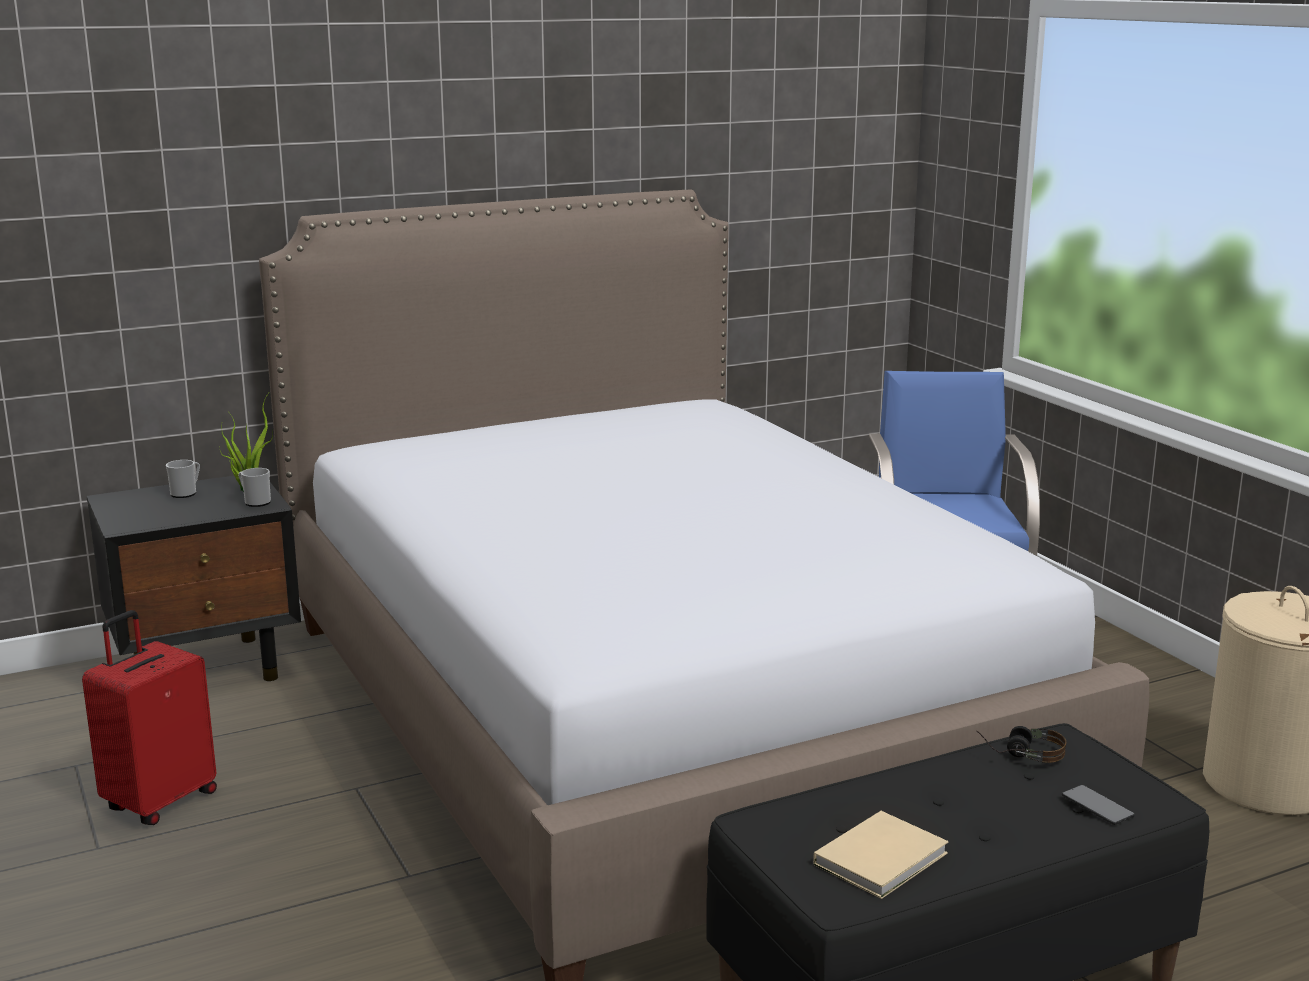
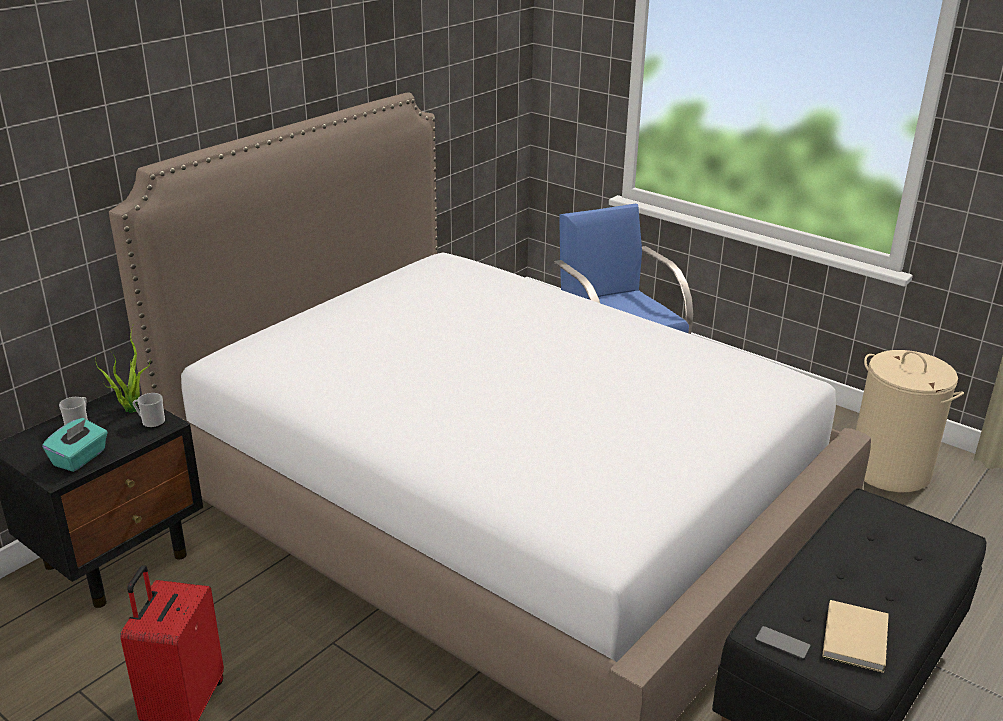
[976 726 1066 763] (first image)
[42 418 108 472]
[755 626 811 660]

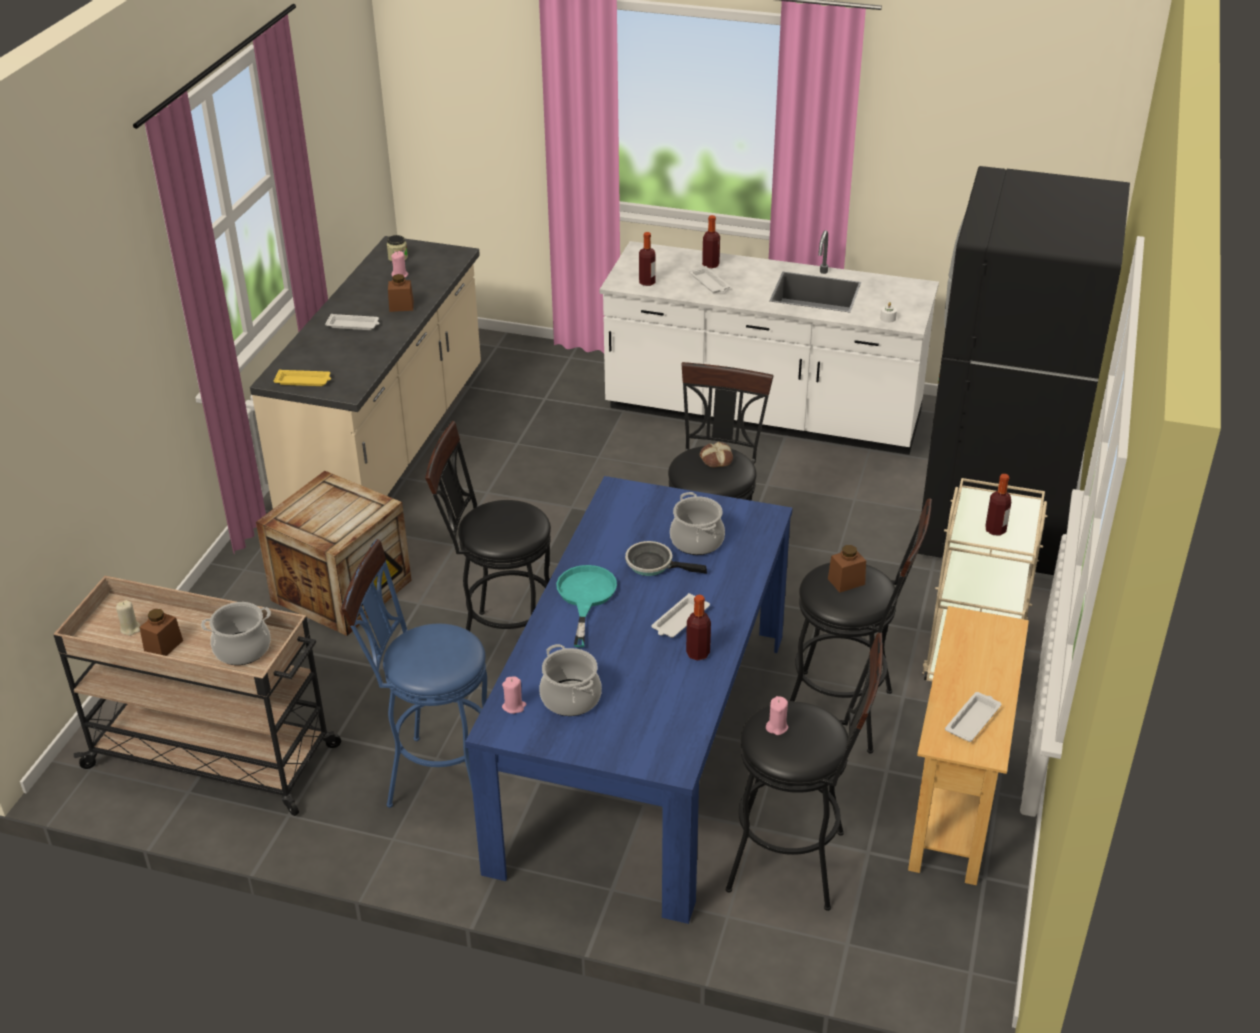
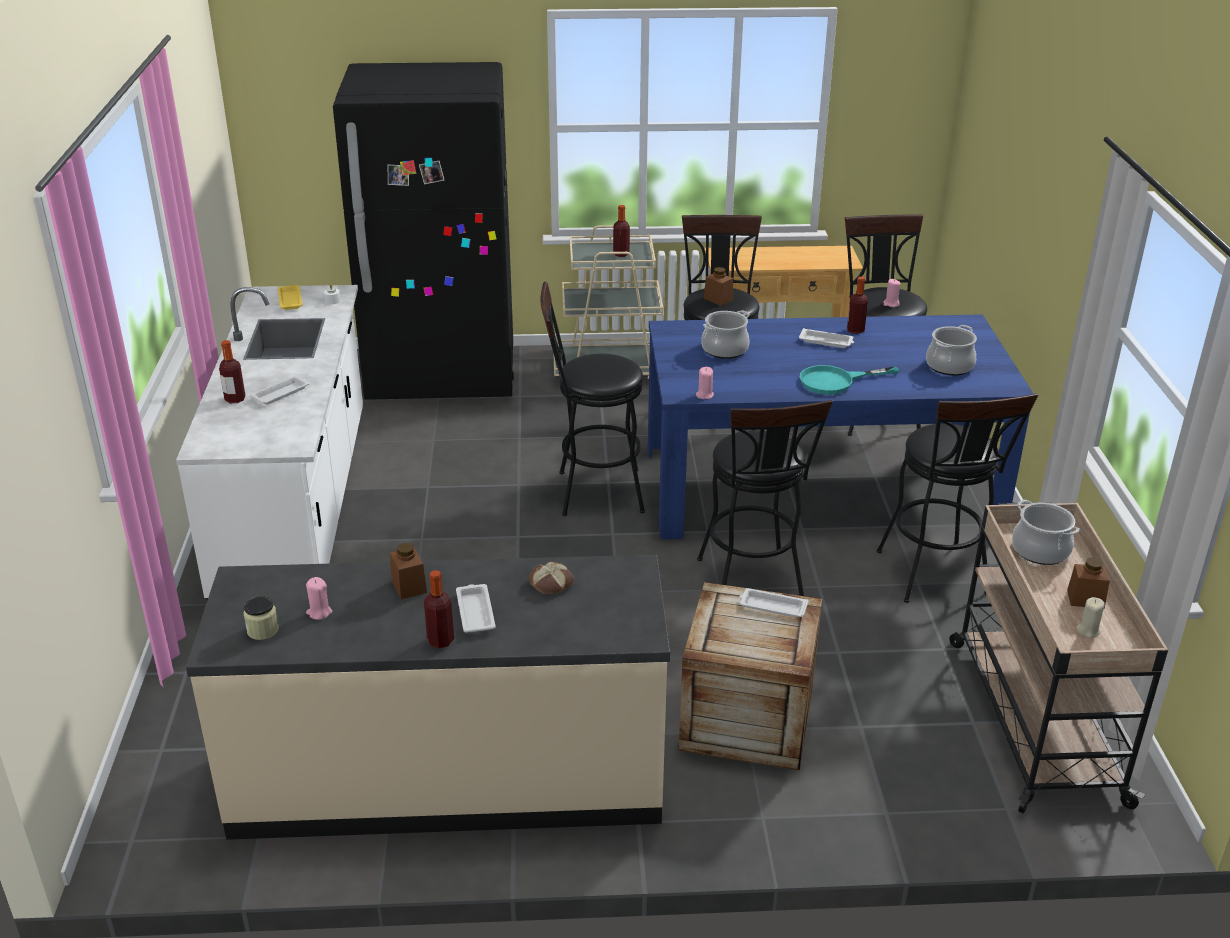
[625 541 707 576] (first image)
[278 285 302 310]
[696 367 714 399]
[424 570 454 648]
[529 562 574 594]
[739 588 808 617]
[877 393 1038 603]

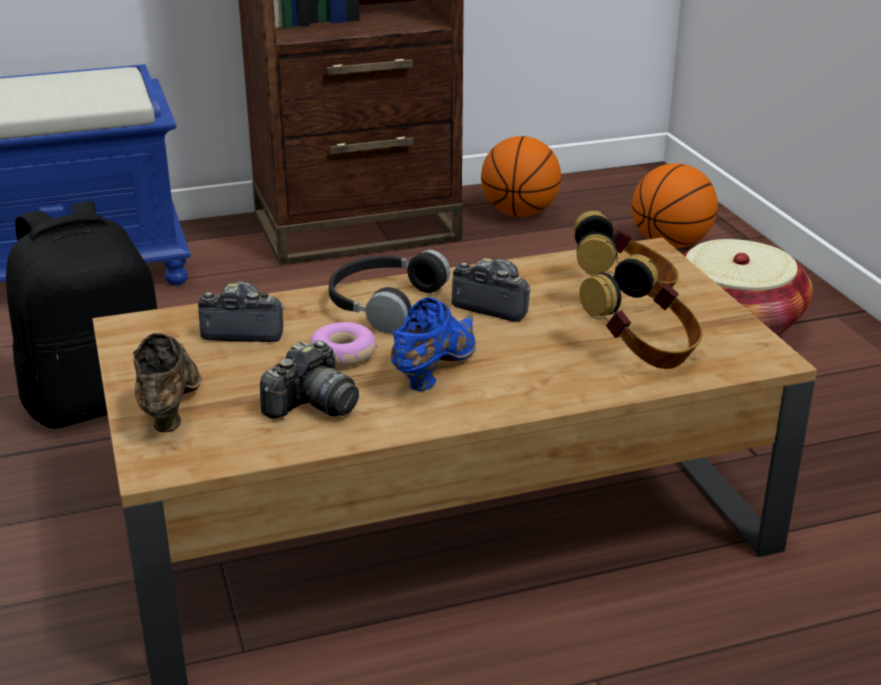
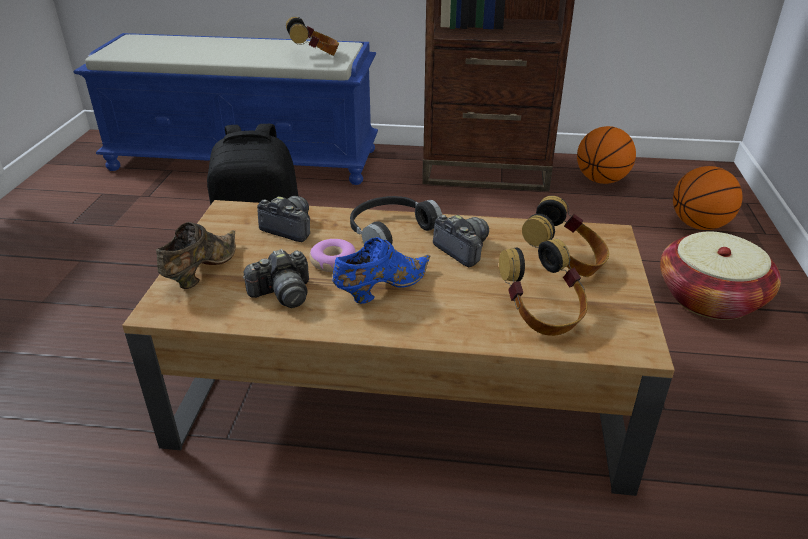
[286 17 339 56]

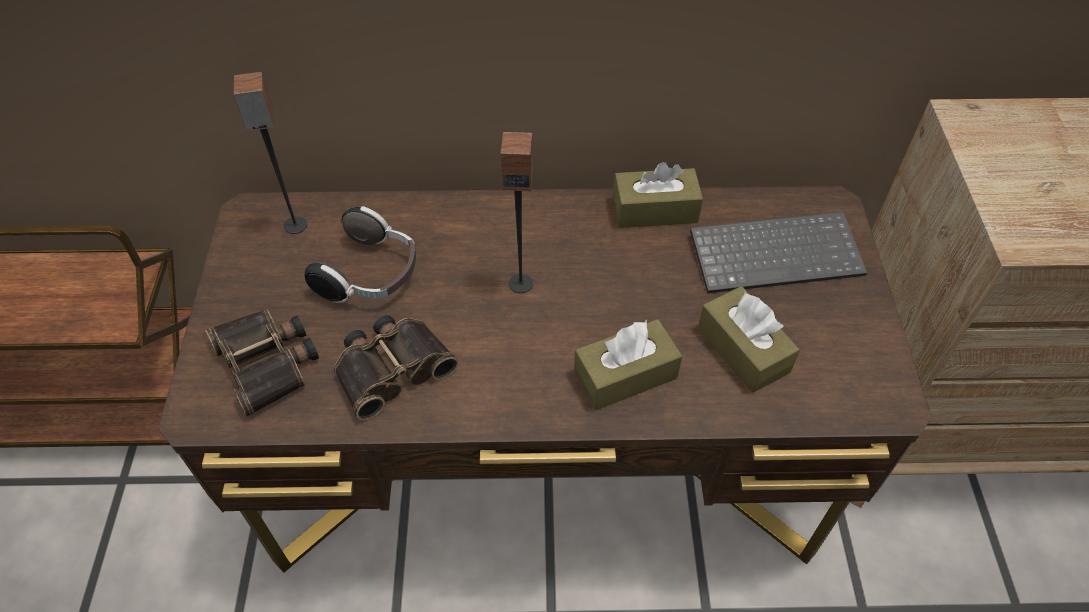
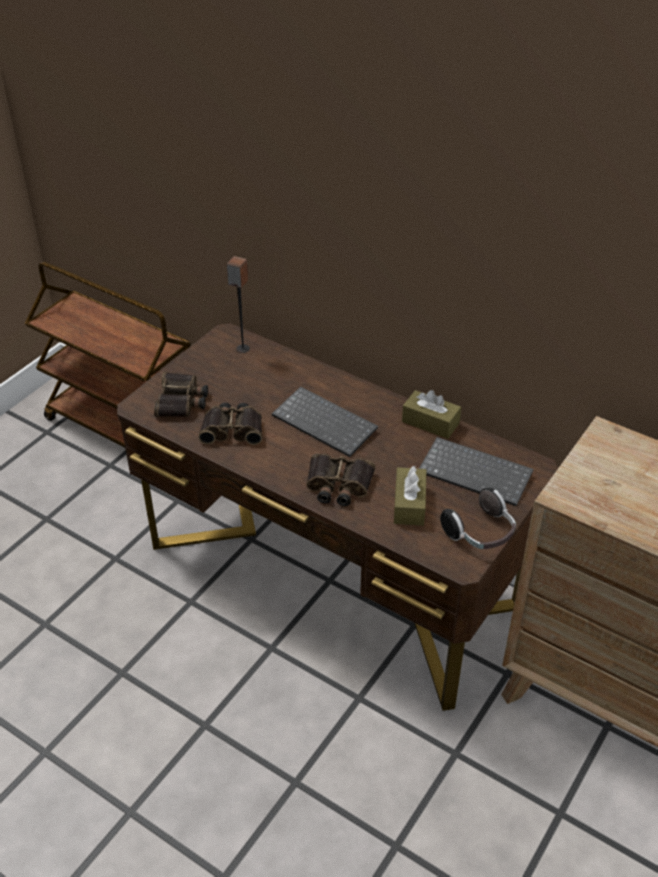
[440 487 516 549]
[272 387 378 457]
[307 453 375 506]

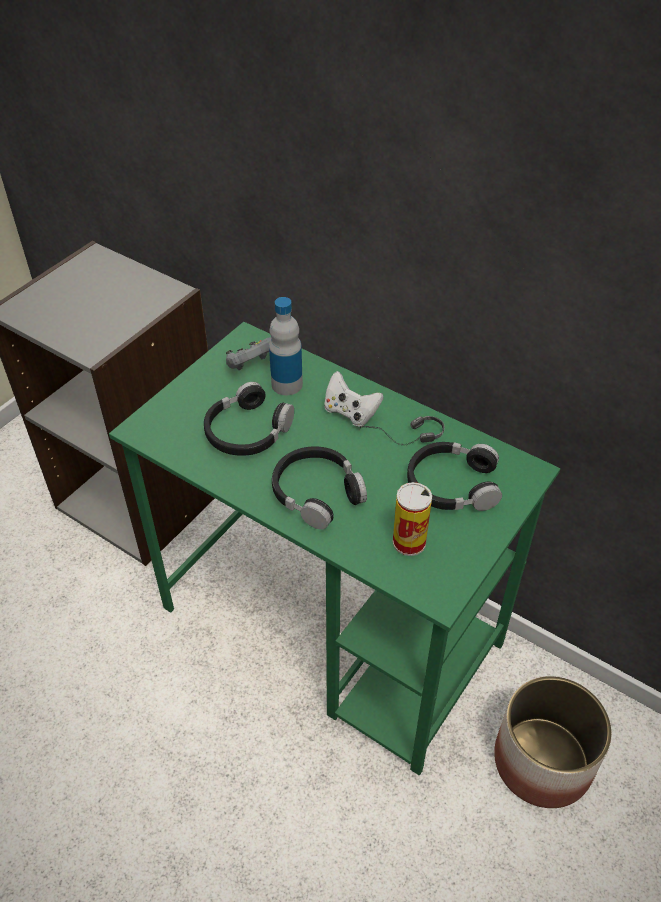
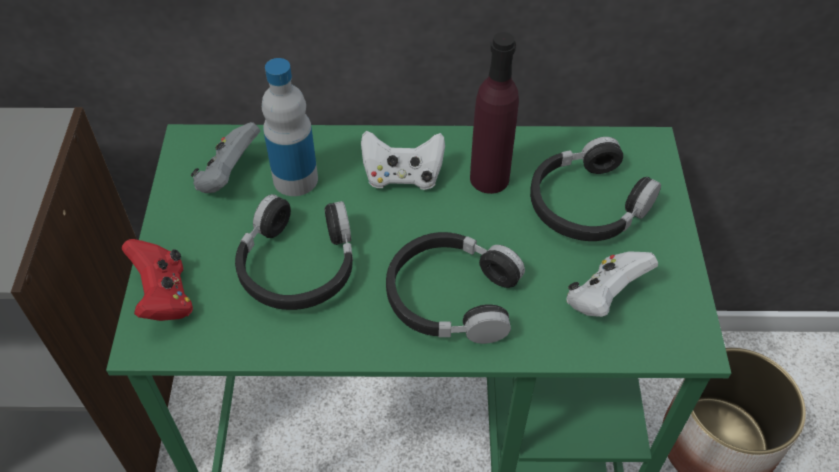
[122 239 193 321]
[470 32 519 194]
[566 251 658 317]

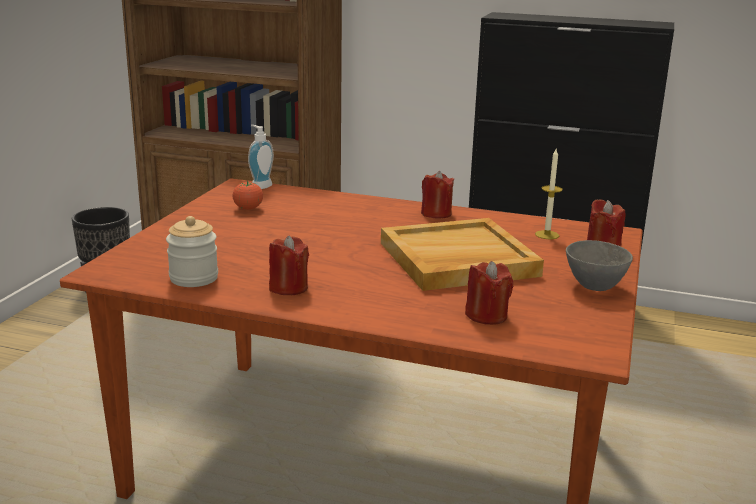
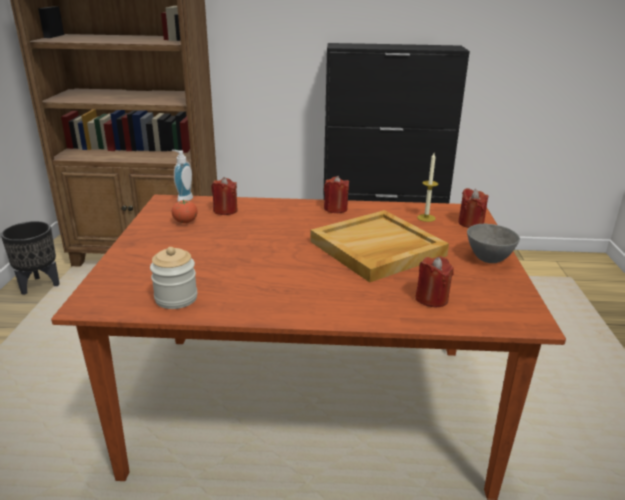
[211 177 238 215]

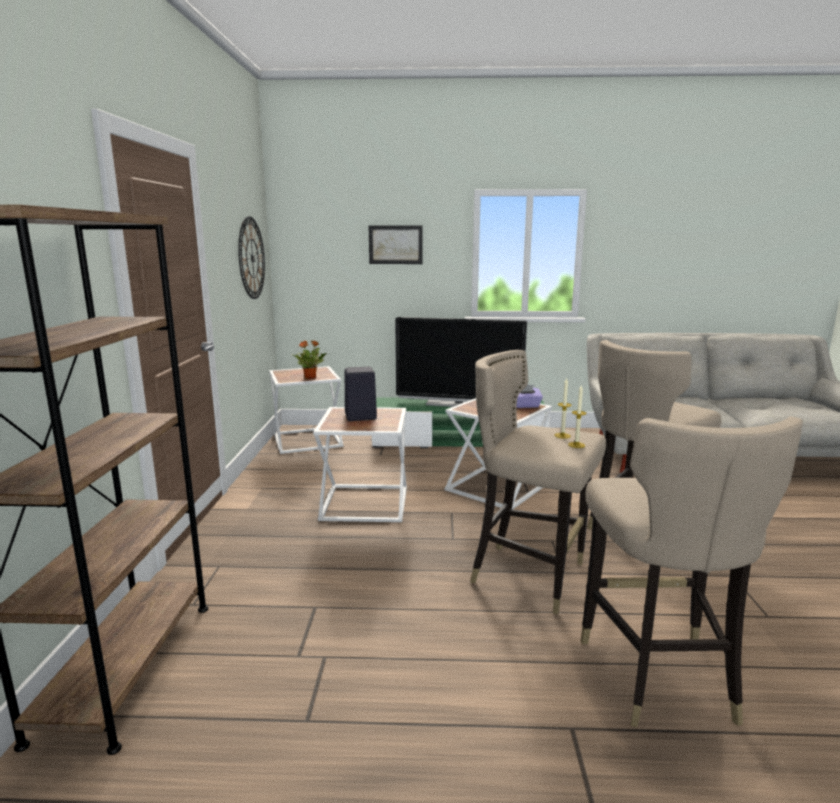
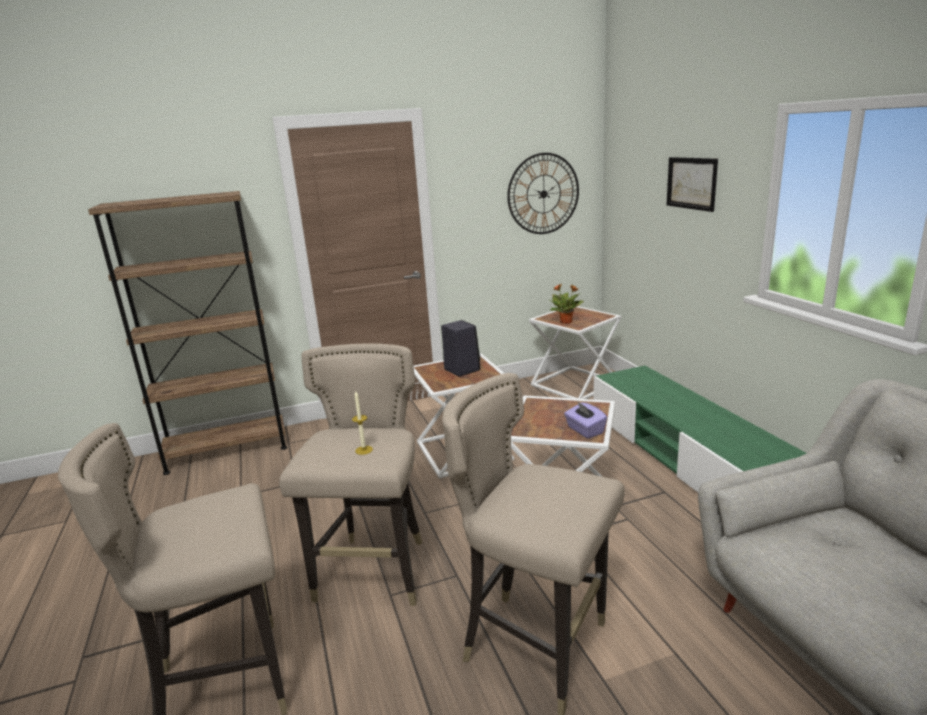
[395 317 527 407] (first image)
[568 385 587 448] (first image)

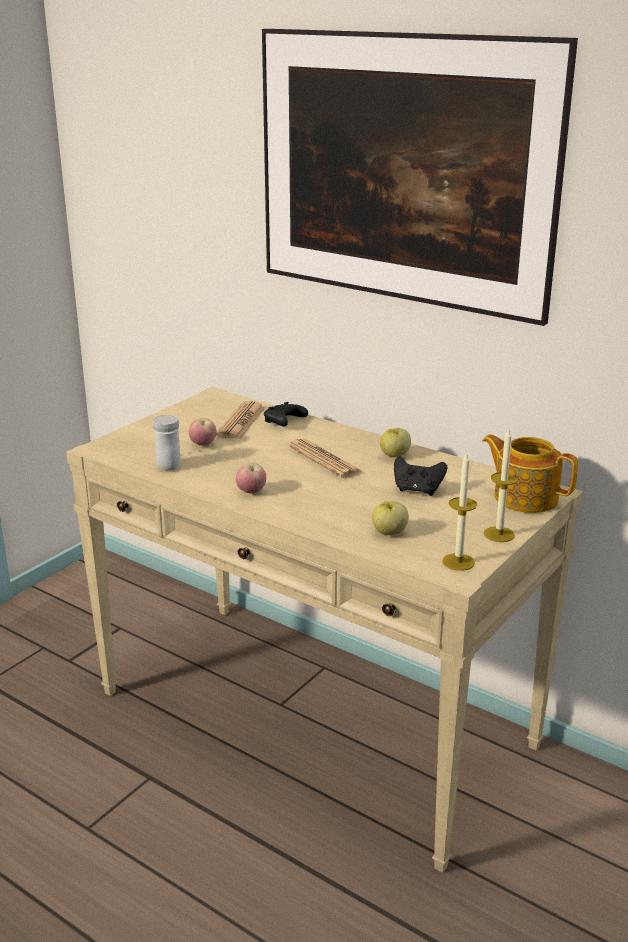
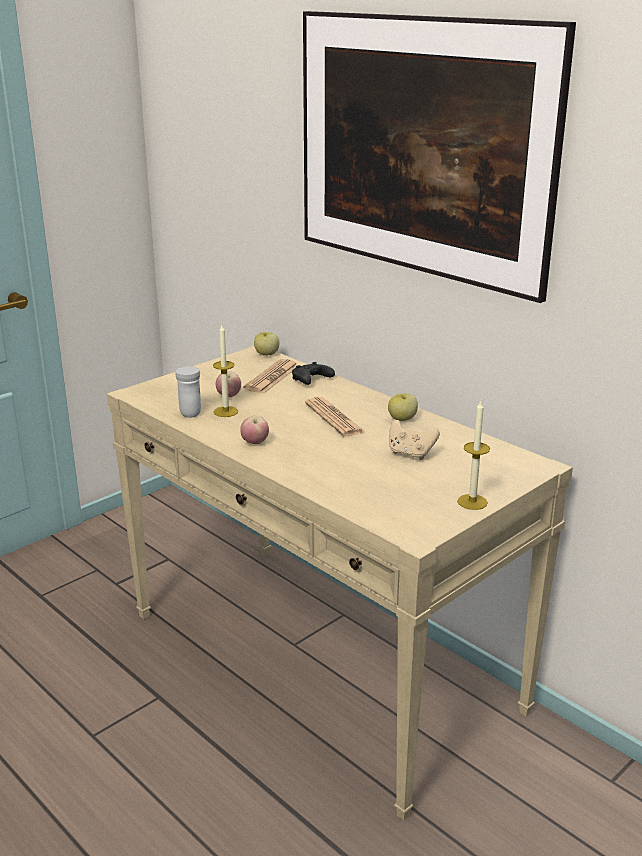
[482 434 578 513] (first image)
[254 332 280 356]
[213 325 238 417]
[389 420 440 460]

